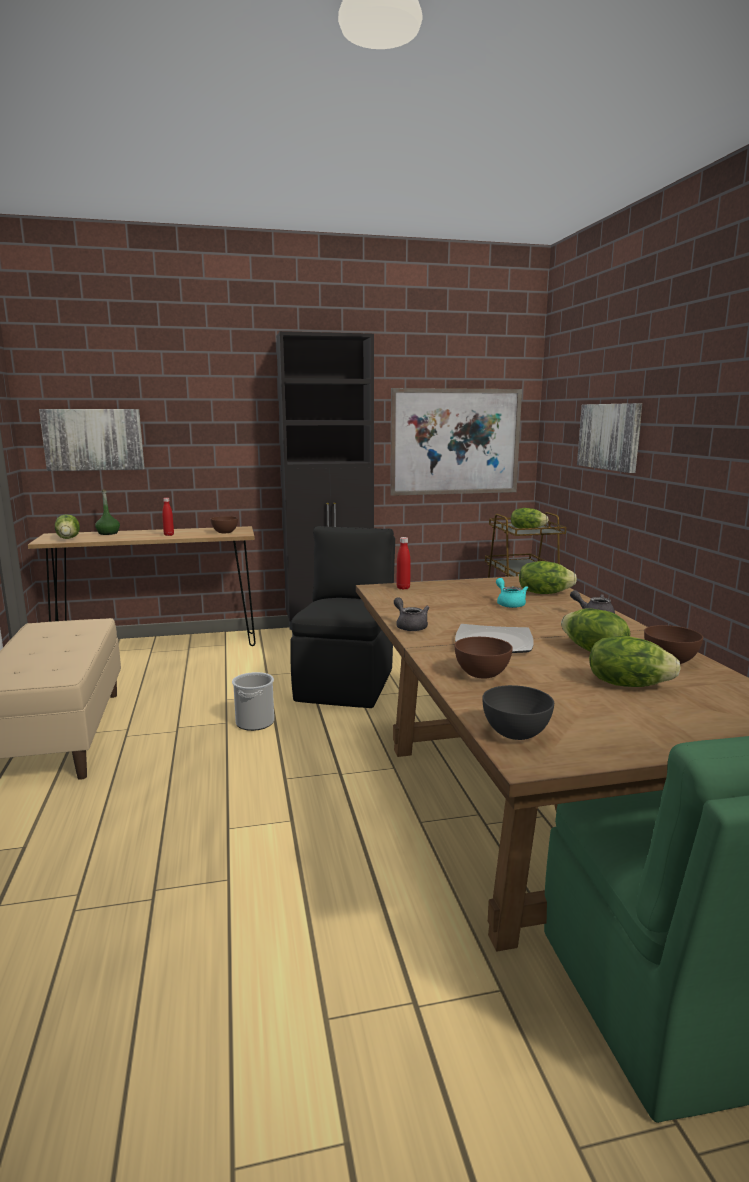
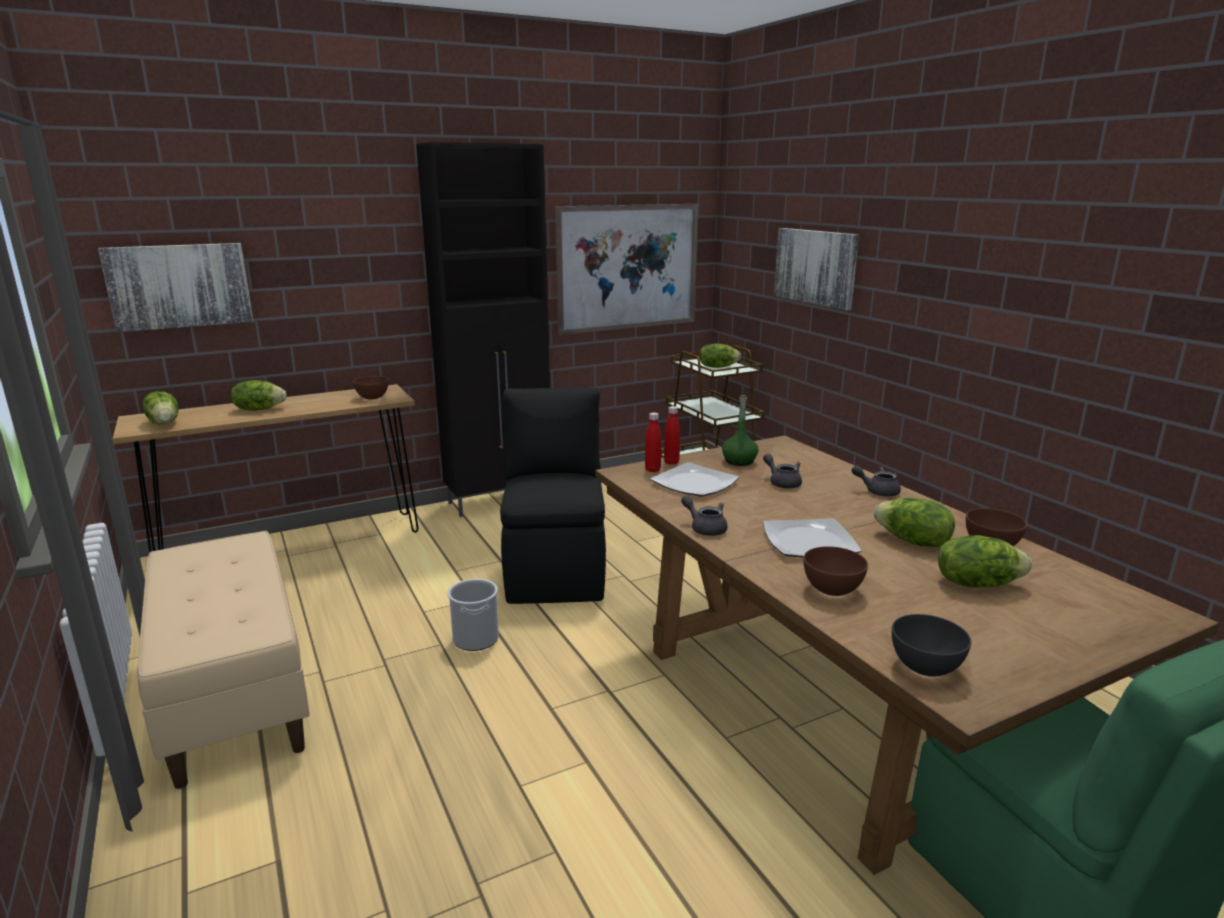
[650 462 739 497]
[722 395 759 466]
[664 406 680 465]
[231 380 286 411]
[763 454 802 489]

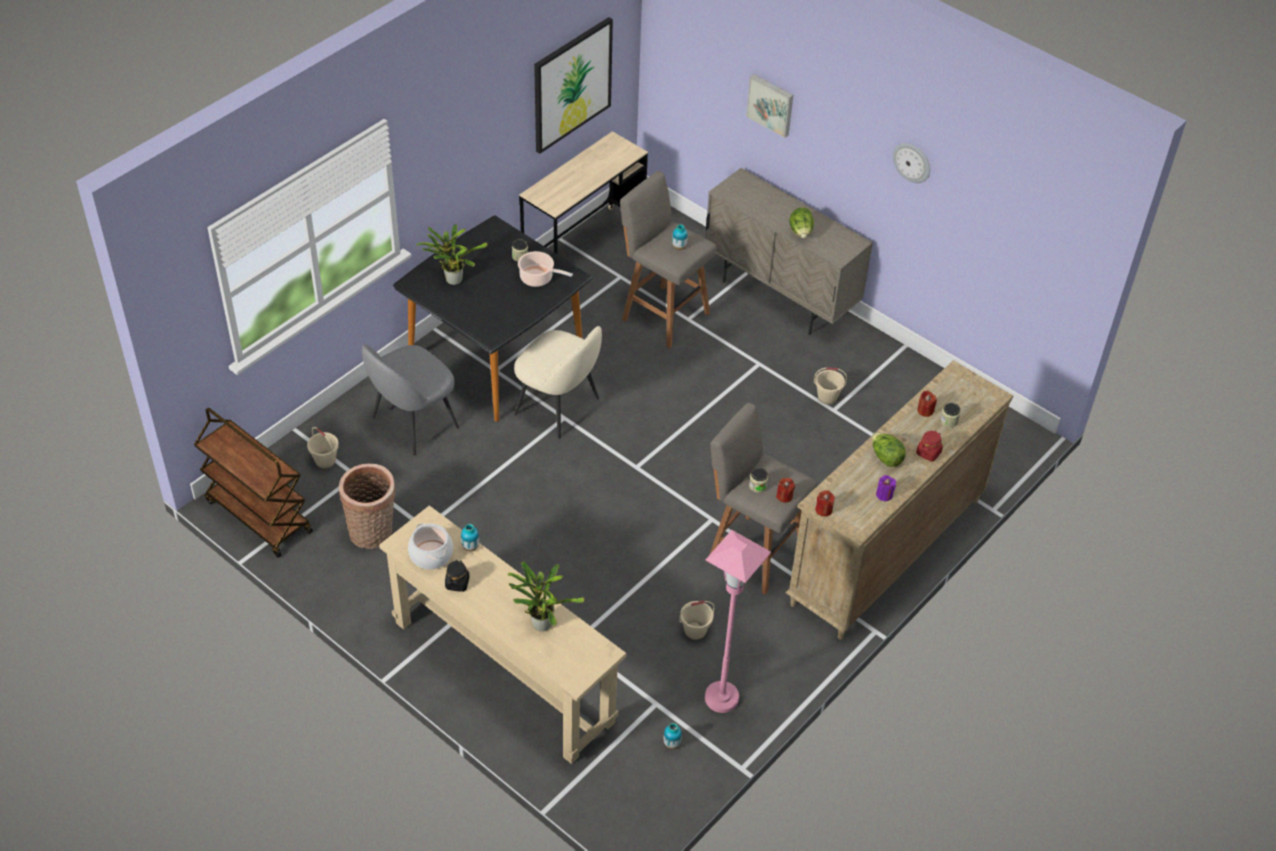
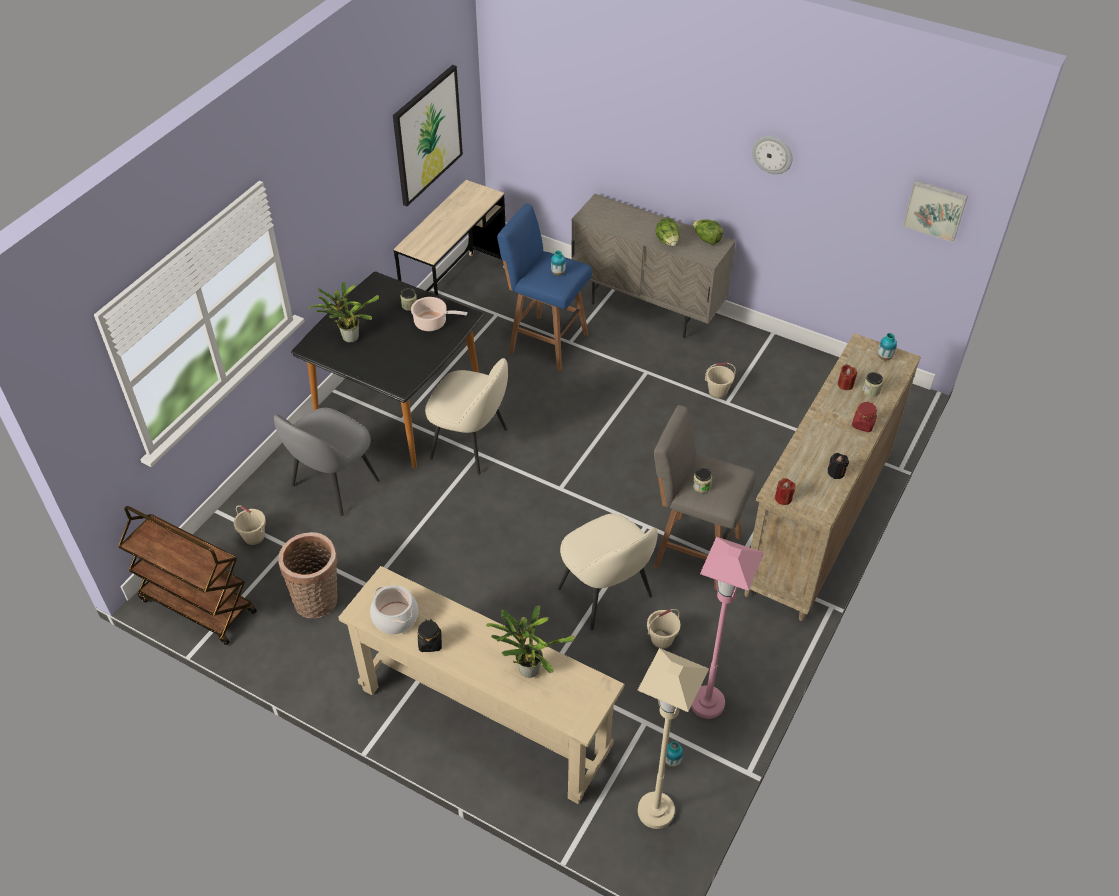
[776 478 795 503] (first image)
[558 514 658 630]
[637 648 709 829]
[878 333 897 361]
[902 180 968 242]
[693 219 723 245]
[497 204 592 372]
[827 453 849 479]

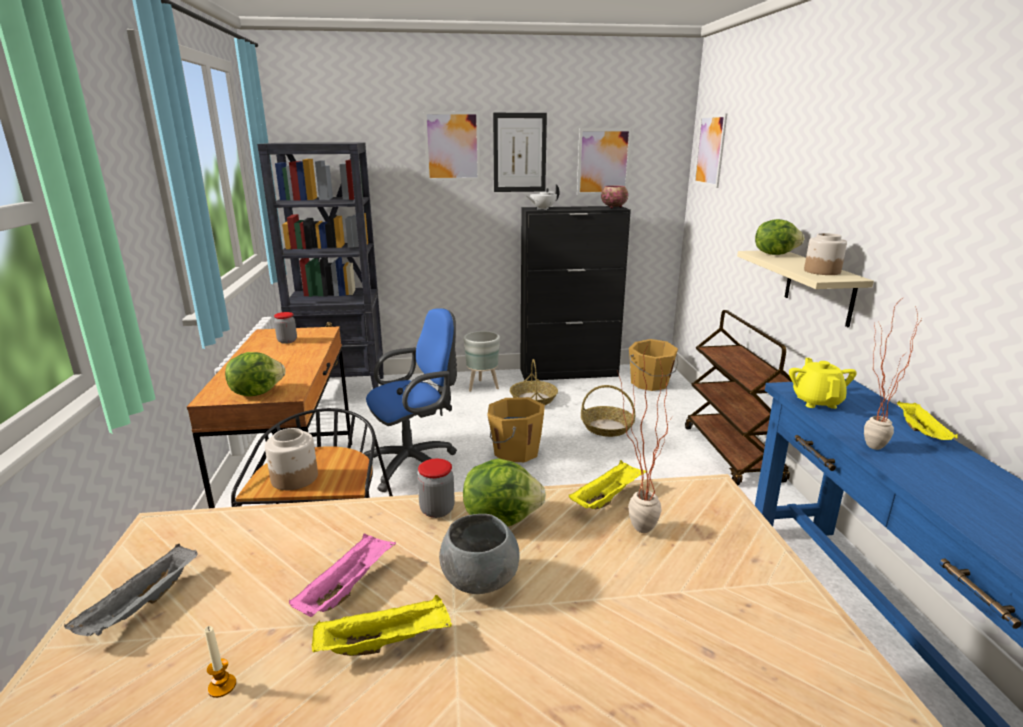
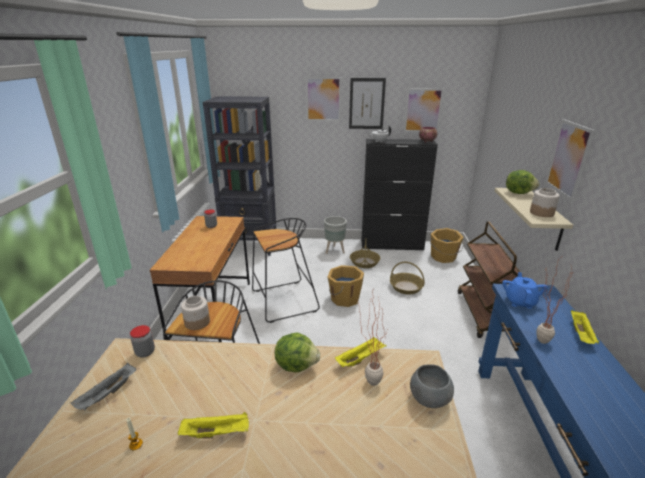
[225 352 286 397] (first image)
[289 533 396 617] (first image)
[130 325 155 358]
[410 364 454 408]
[546 119 595 202]
[252 218 320 323]
[502 272 548 309]

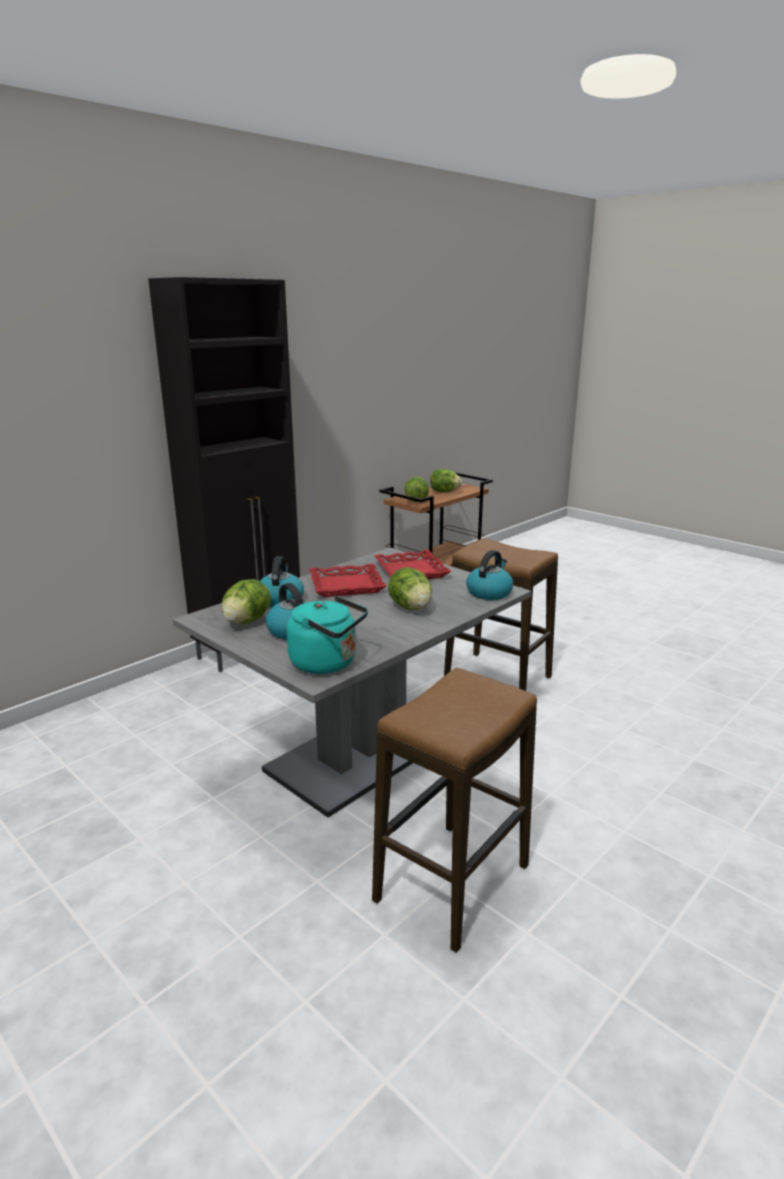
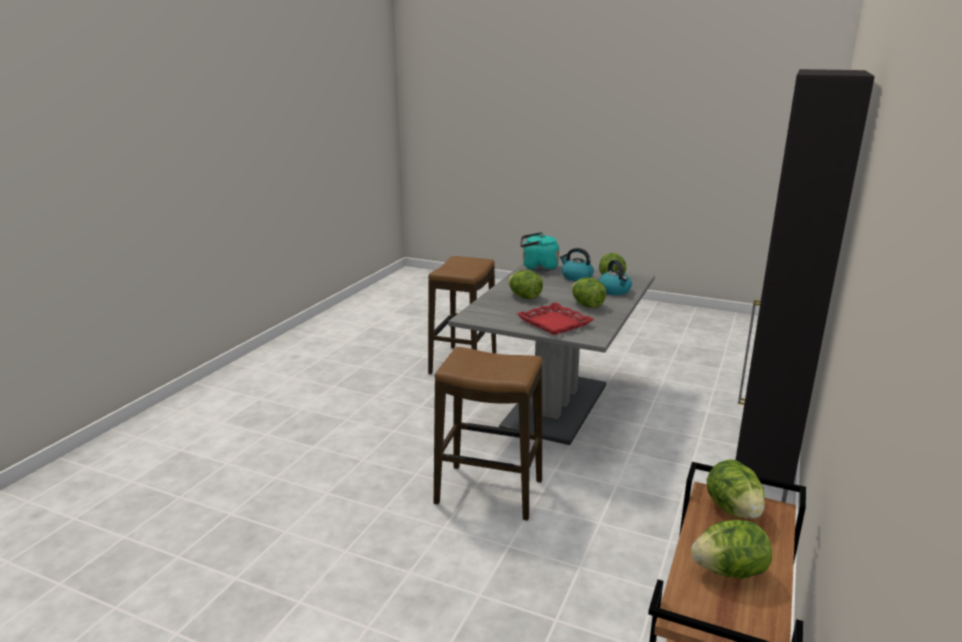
[466 550 513 600] (first image)
[572 277 606 308]

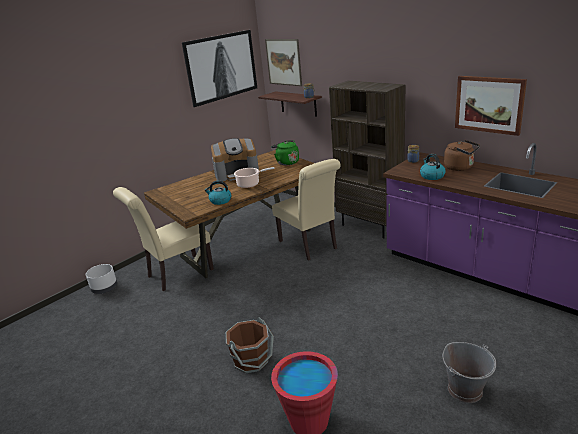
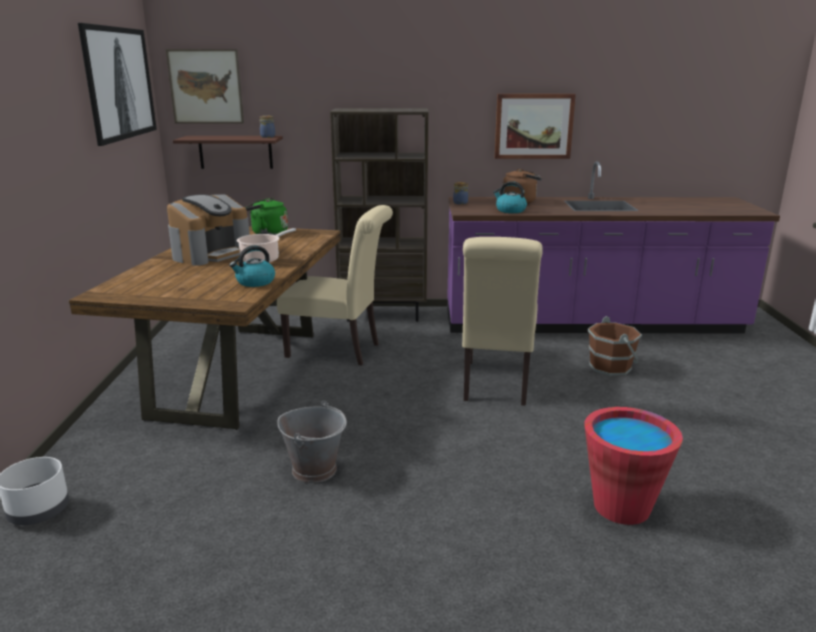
[462 237 543 406]
[588 316 642 376]
[277 401 347 483]

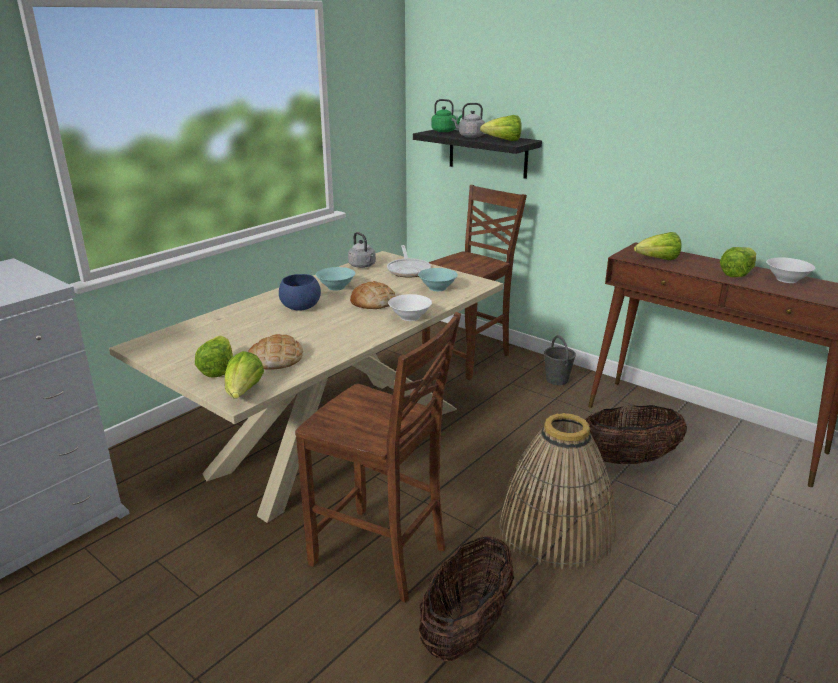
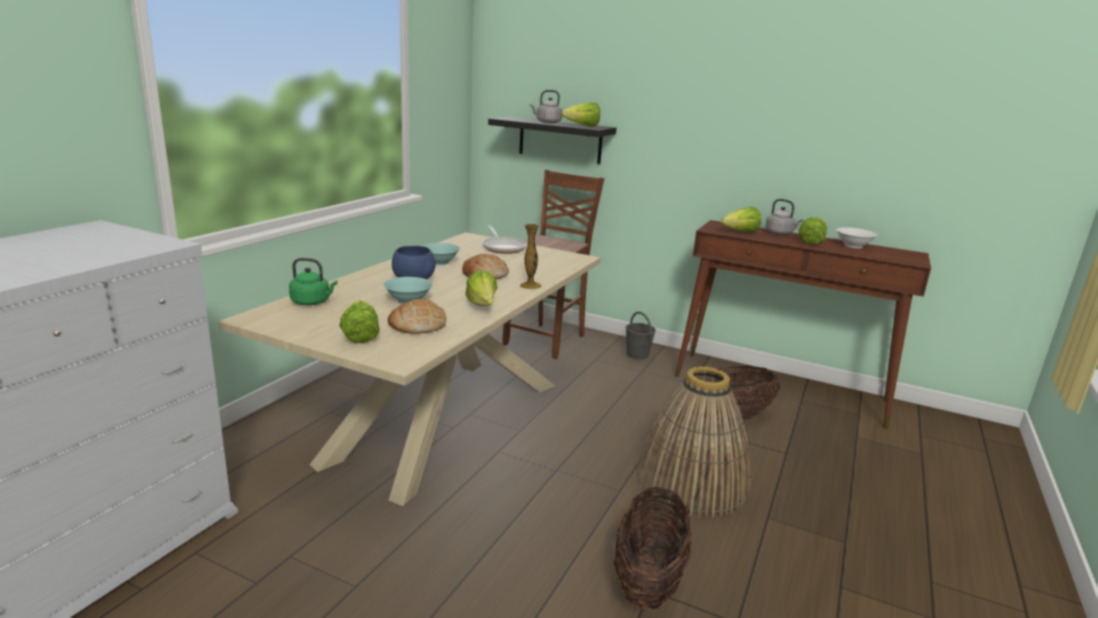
[295 312 461 603] (first image)
[465 270 498 306]
[765 199 803 235]
[384 277 433 304]
[289 258 338 305]
[520 224 542 289]

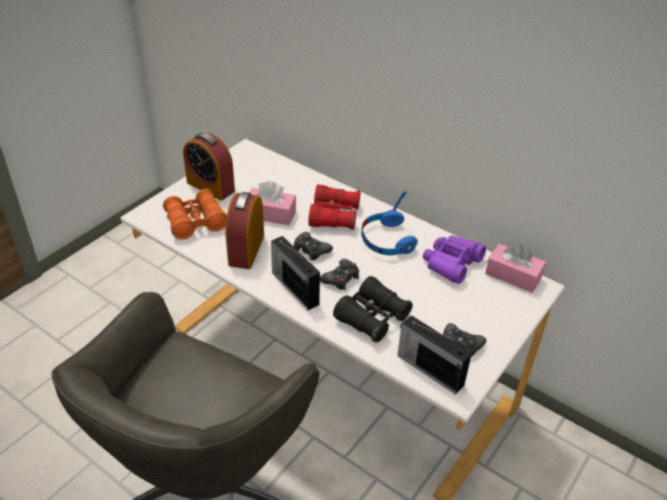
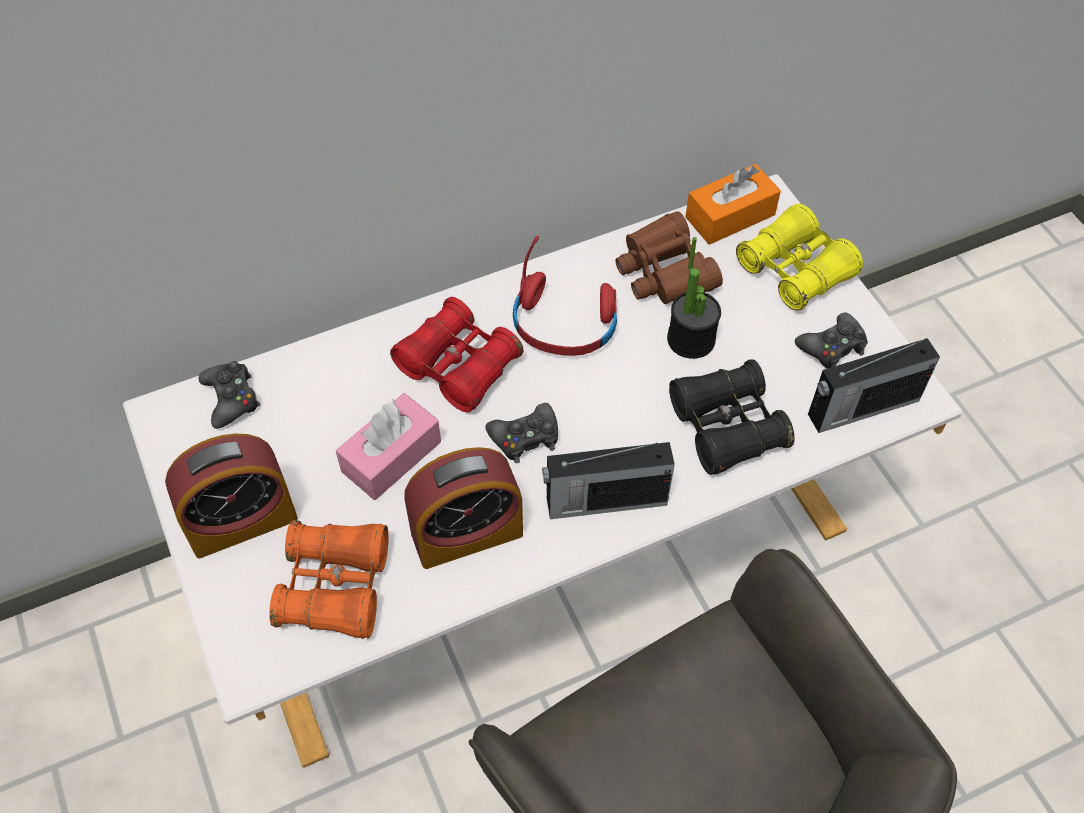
[667 237 721 359]
[736 204 863 311]
[198 361 260 429]
[513 236 617 356]
[615 211 723 304]
[685 164 781 245]
[404 447 523 569]

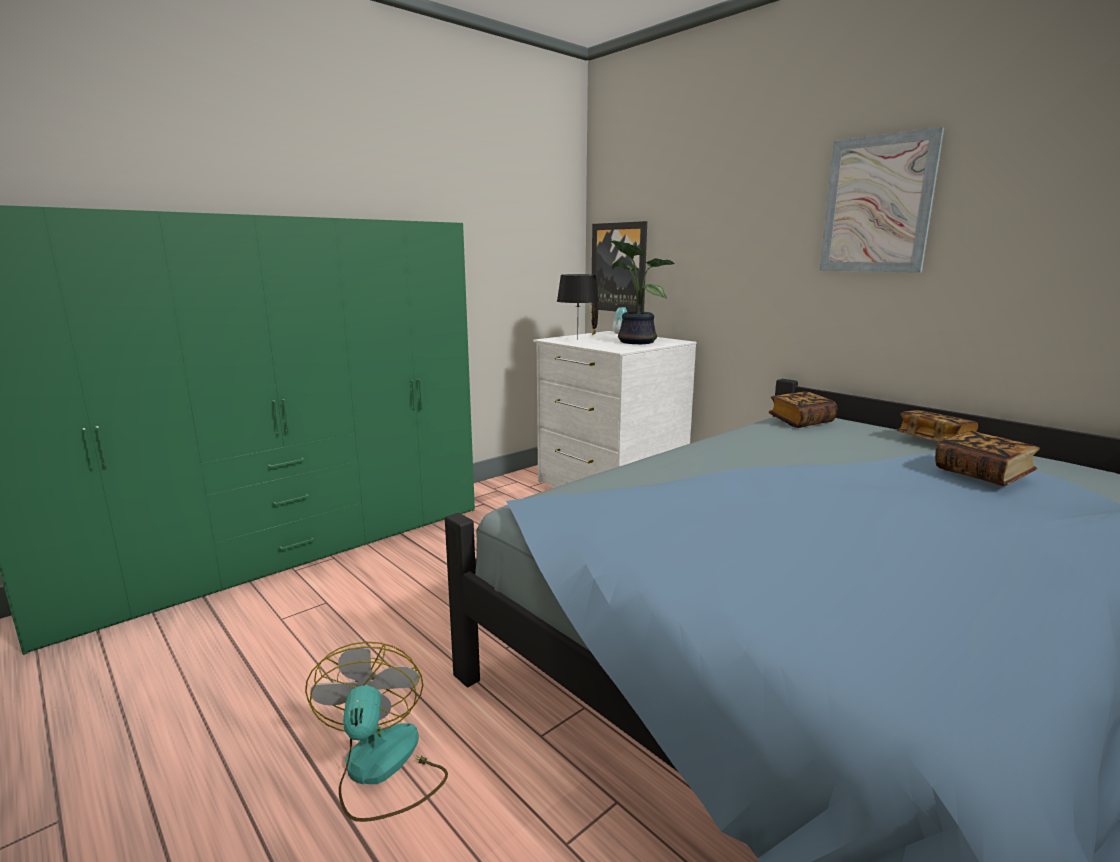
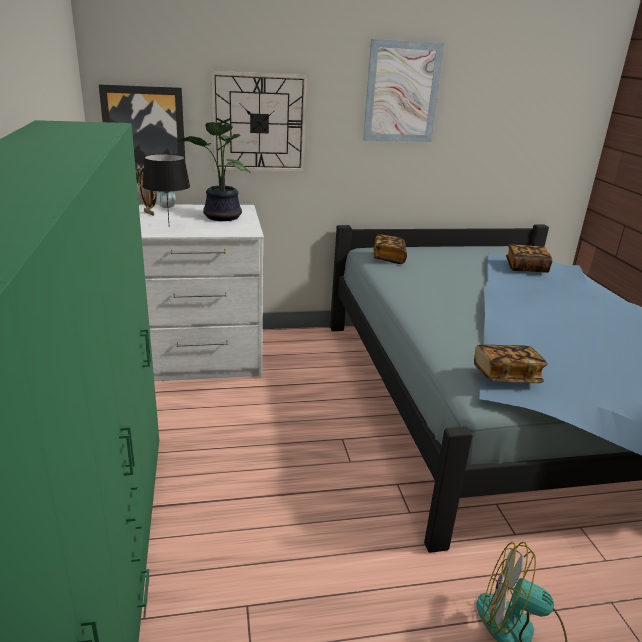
[211 71 308 172]
[474 345 548 383]

